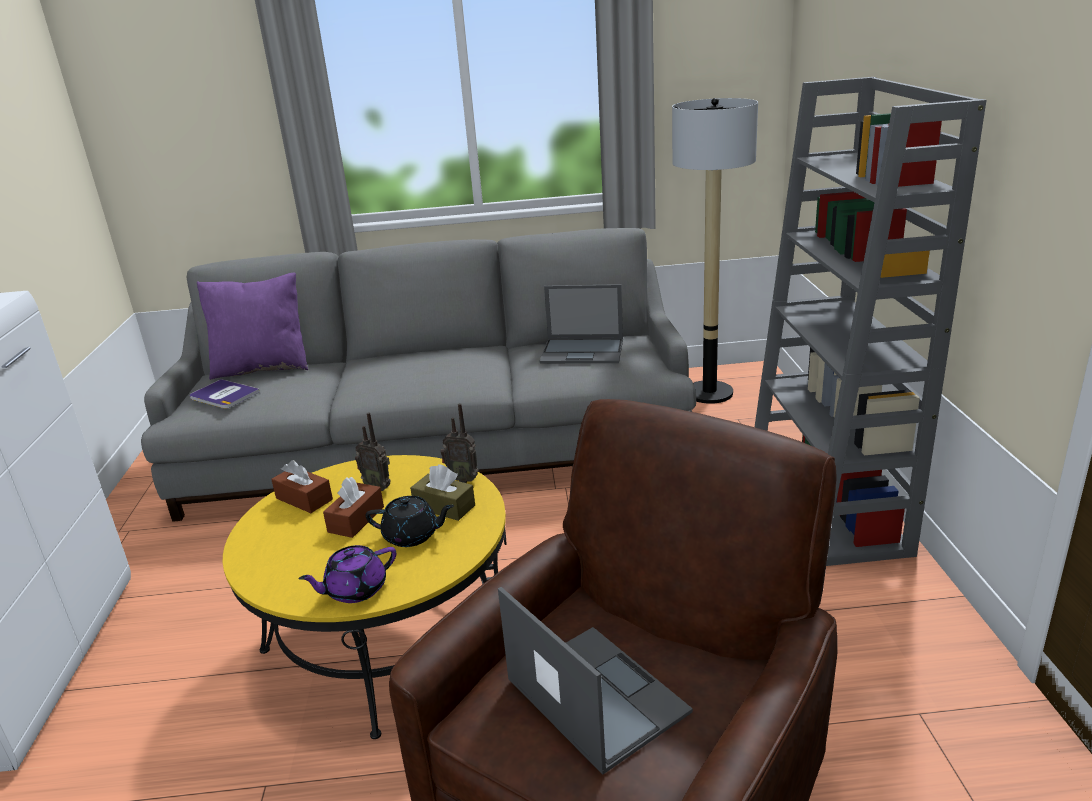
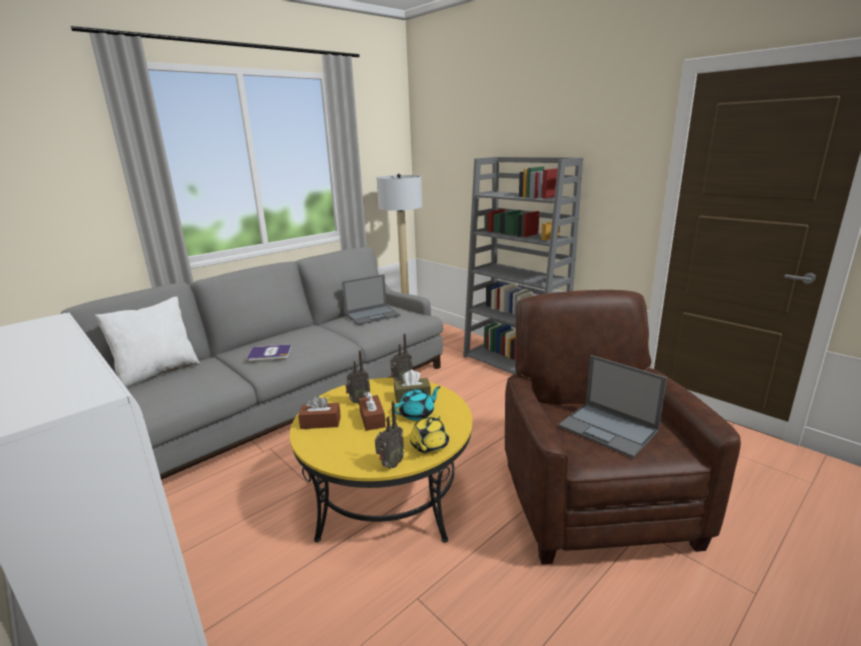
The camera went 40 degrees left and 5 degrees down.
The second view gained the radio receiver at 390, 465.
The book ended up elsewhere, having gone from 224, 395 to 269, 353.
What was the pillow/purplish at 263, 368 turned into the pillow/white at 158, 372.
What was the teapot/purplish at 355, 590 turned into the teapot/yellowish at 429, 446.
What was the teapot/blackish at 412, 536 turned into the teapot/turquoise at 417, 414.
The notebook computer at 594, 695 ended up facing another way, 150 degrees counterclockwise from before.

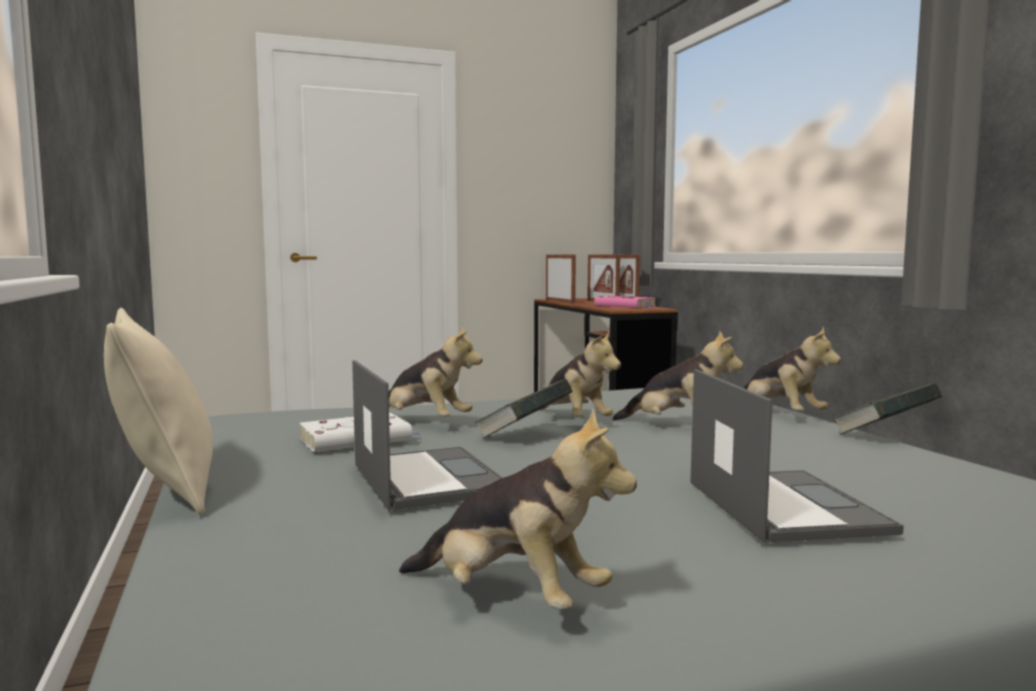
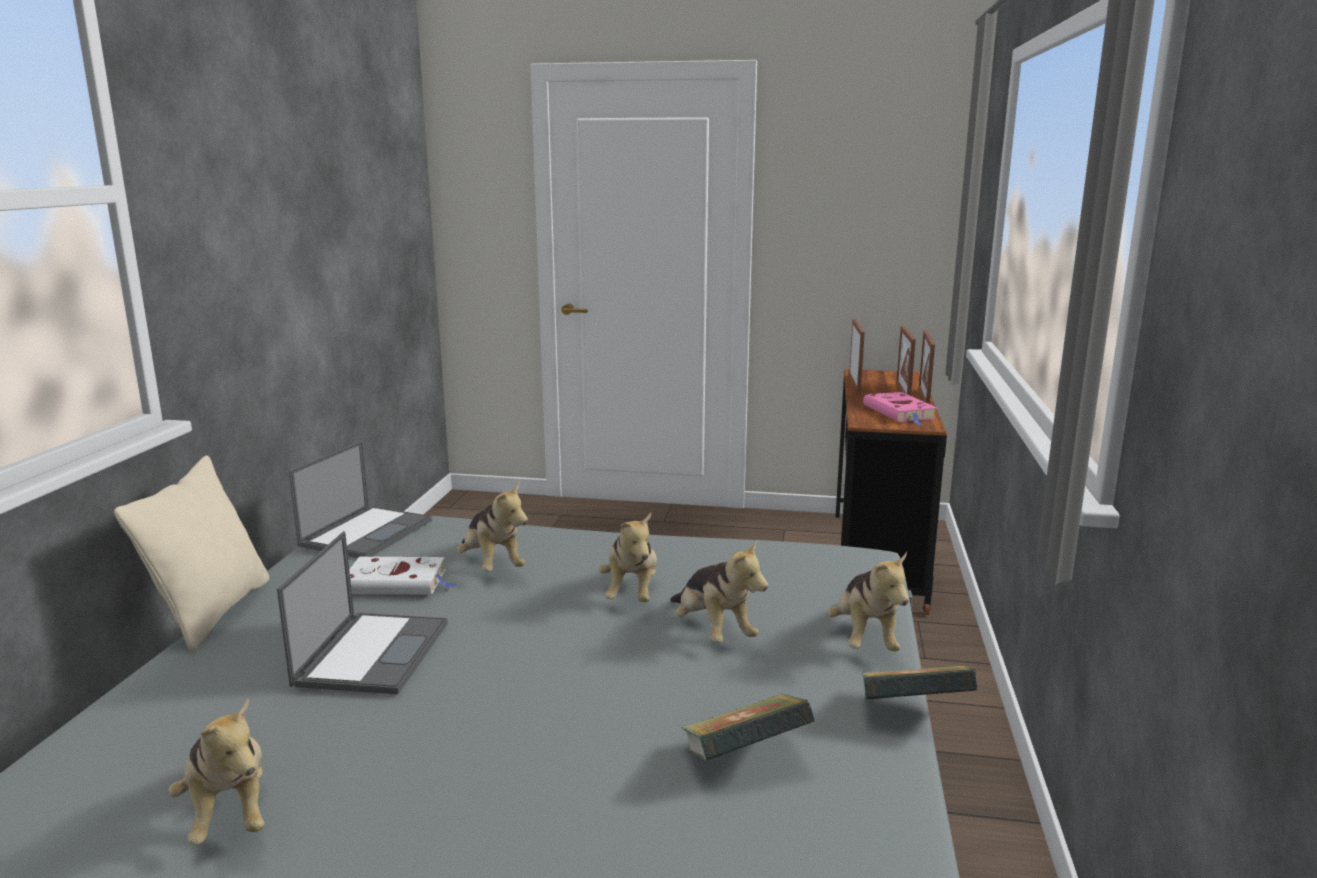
The camera went 30 degrees right and 10 degrees up.
The book ended up elsewhere, having gone from 523, 435 to 745, 759.
The notebook computer ended up elsewhere, having gone from 782, 505 to 367, 532.

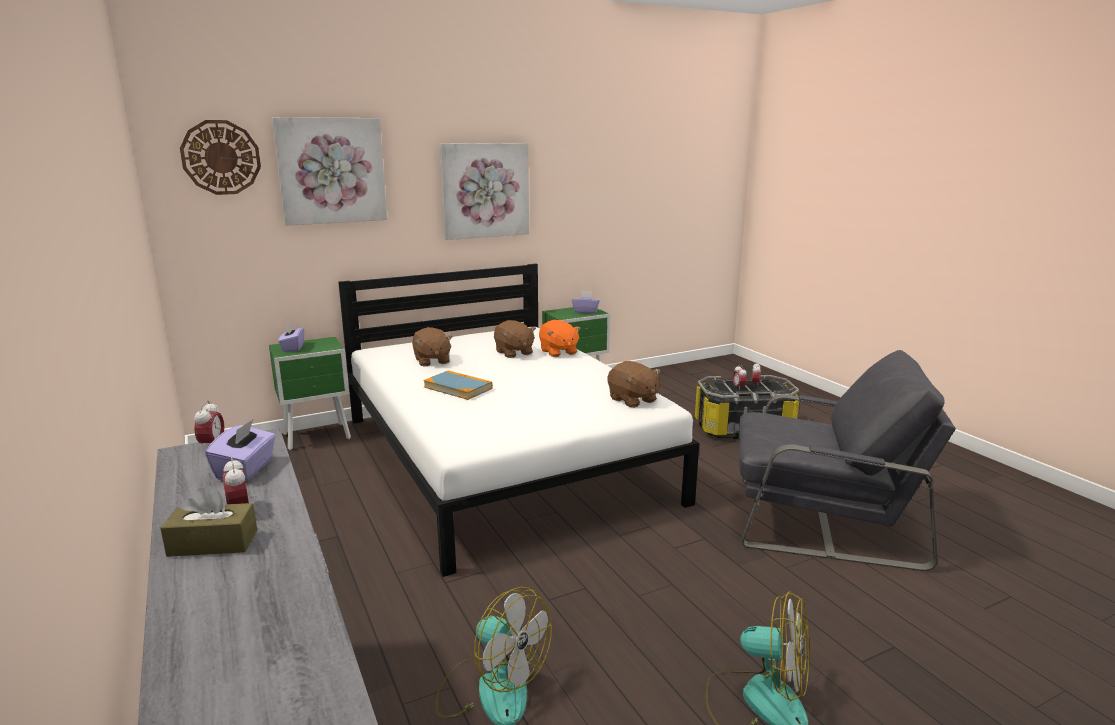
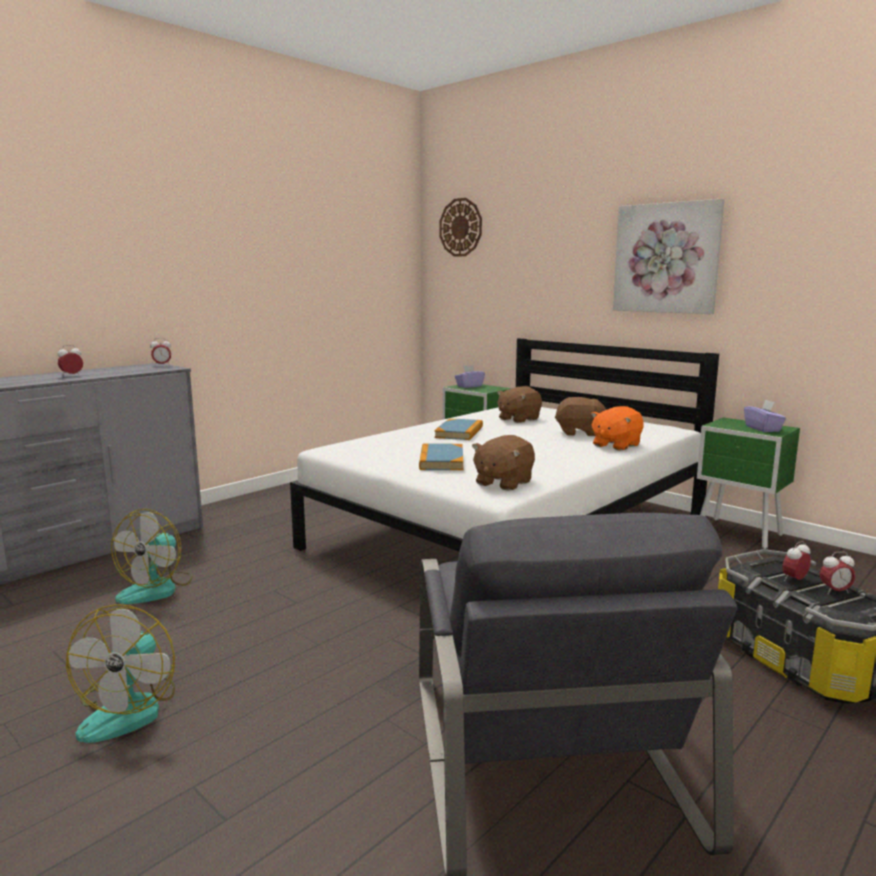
The camera went 70 degrees right and 5 degrees down.
The second view lost the box of tissues/brownish at 213, 543.
The second view lost the box of tissues/purplish at 246, 469.
The second view lost the picture at 331, 171.
The second view gained the book at 441, 460.
The plush toy/brownish at 513, 353 ended up facing another way, 120 degrees counterclockwise from before.

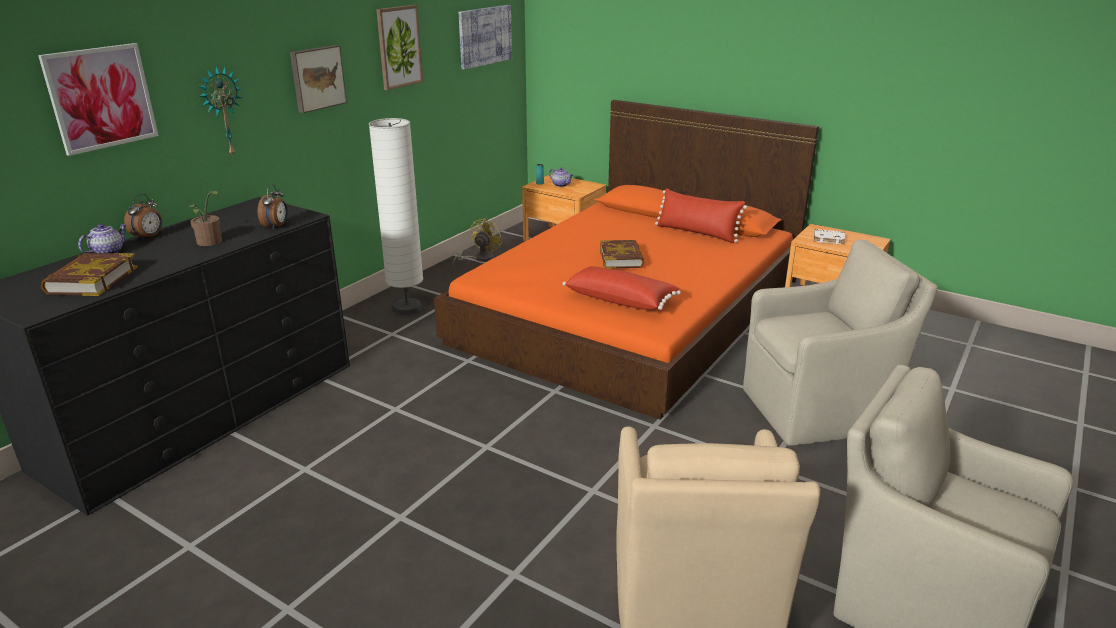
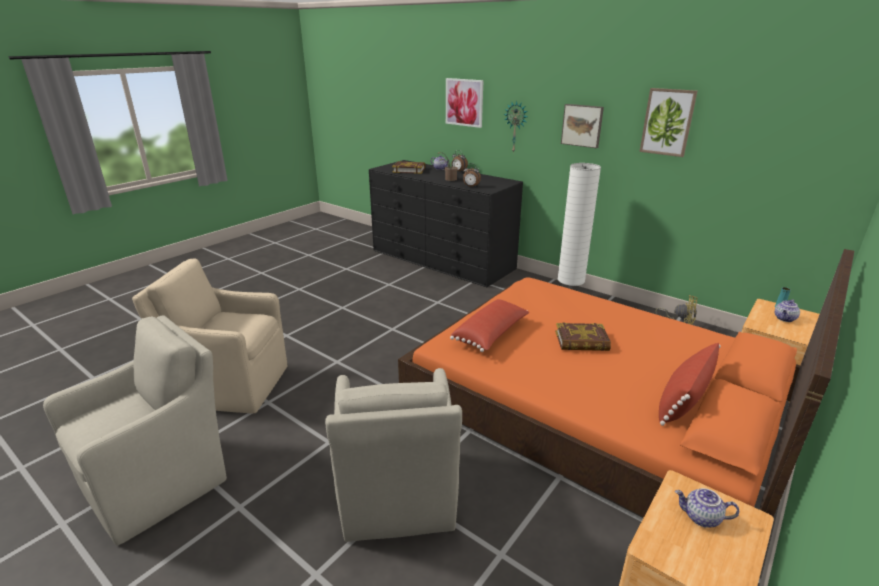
The camera went 95 degrees right and 0 degrees up.
The second view lost the picture at 485, 36.
Where the book/white stood at 829, 239, the teapot came to stand at 701, 518.

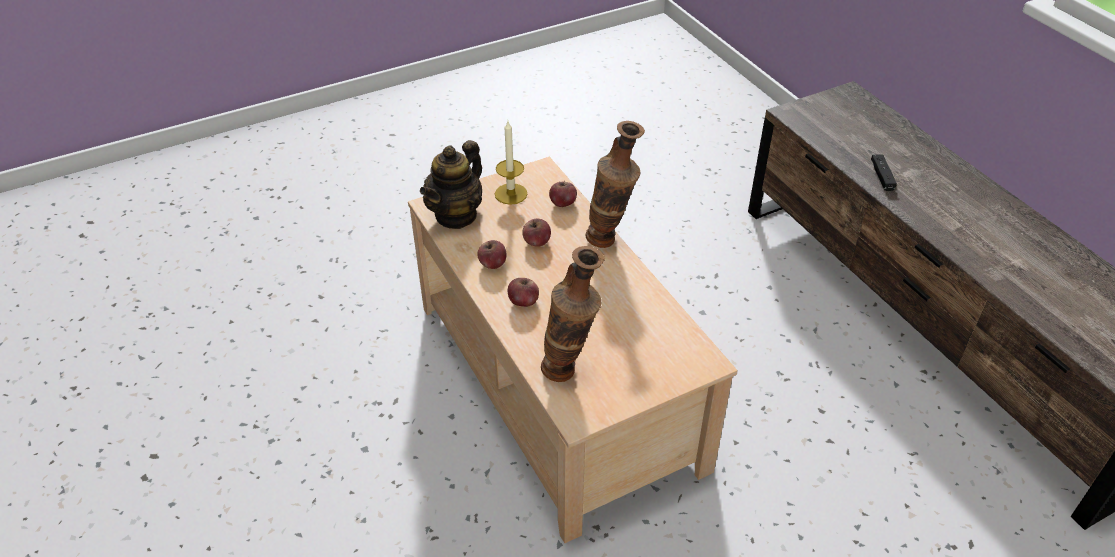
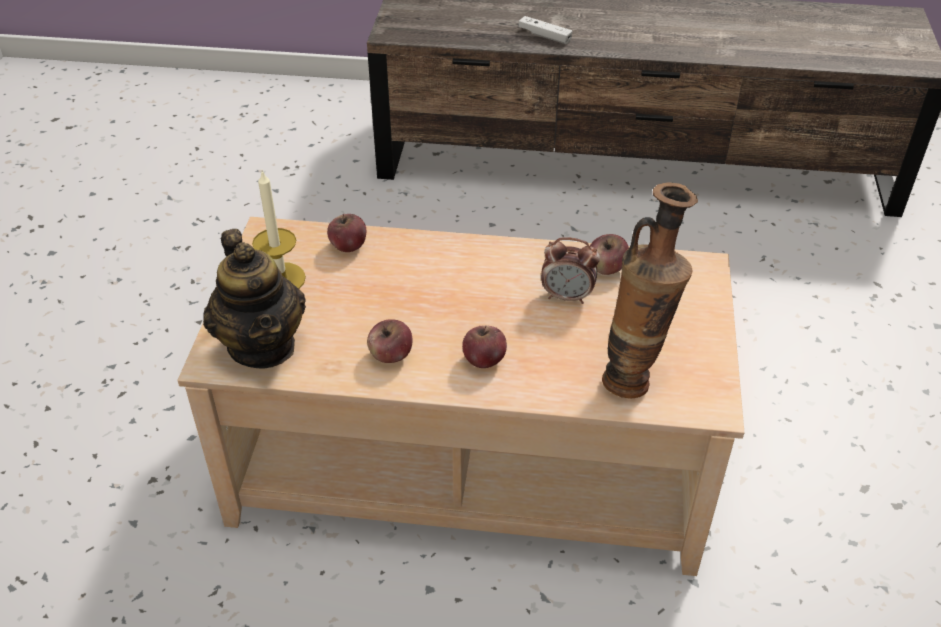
The camera went 55 degrees left and 0 degrees up.
The second view lost the flower vase at 610, 241.
The second view gained the bedside clock at 567, 296.
The apple fruit ended up elsewhere, having gone from 536, 242 to 606, 268.
What was the gamepad/blackish at 882, 176 turned into the gamepad/white at 544, 36.

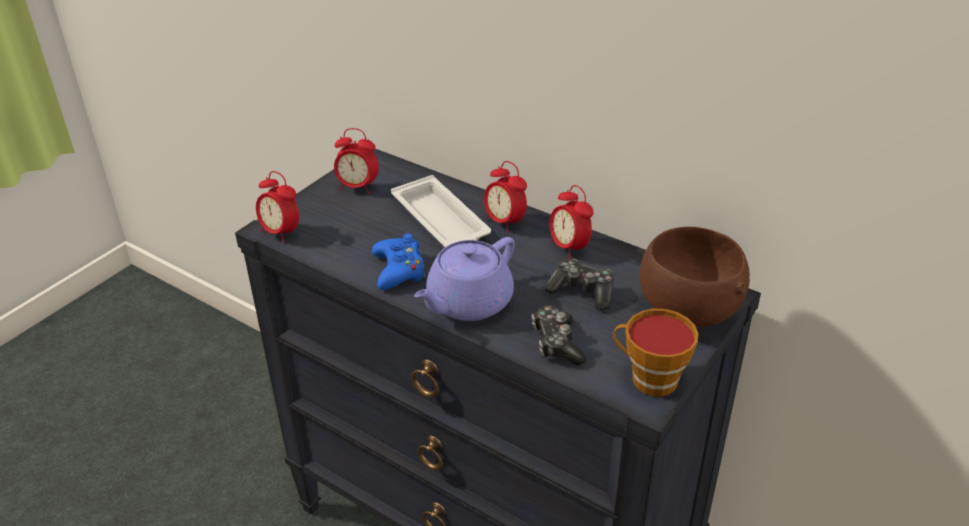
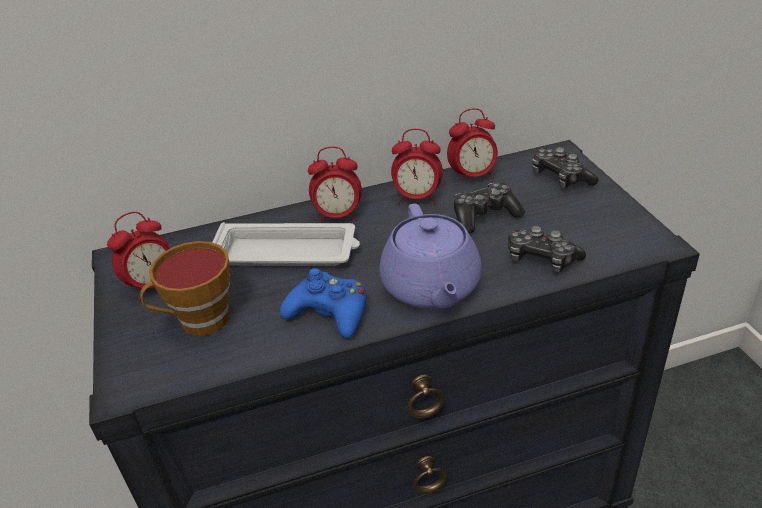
The camera went 50 degrees left and 0 degrees up.
The bedside clock ended up elsewhere, having gone from 281, 233 to 473, 177.
The drinking cup ended up elsewhere, having gone from 648, 379 to 199, 322.
Where the serving bowl/brownish stood at 686, 310, the gamepad came to stand at 560, 177.

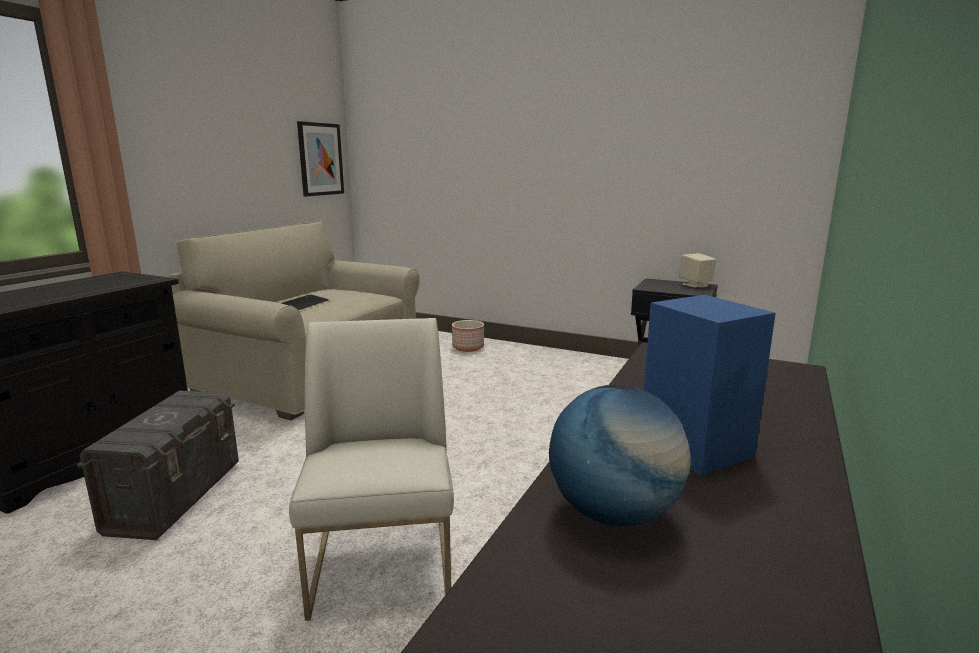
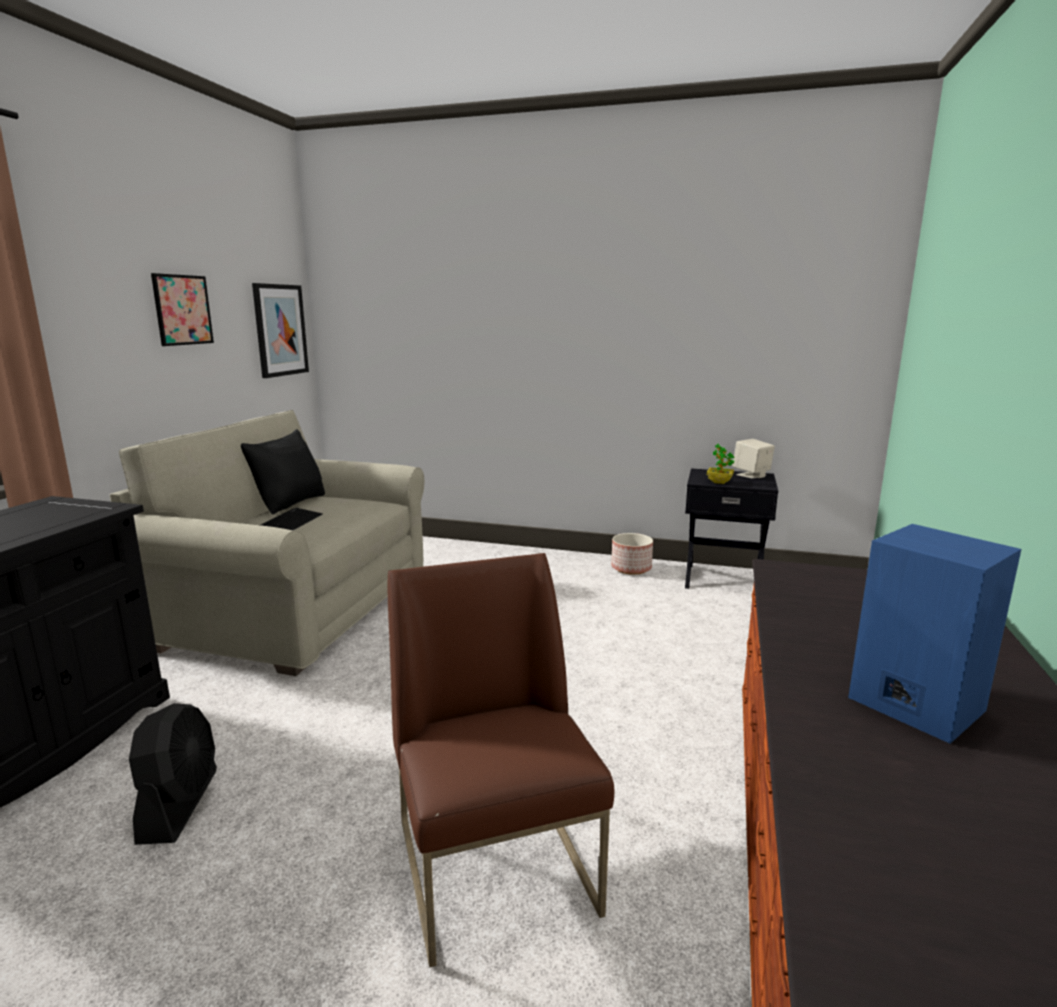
The camera went 10 degrees left and 0 degrees up.
The second view lost the globe at 613, 513.
The second view gained the picture at 182, 310.
The second view gained the pillow/blackish at 290, 503.
The second view gained the houseplant at 719, 482.
The plant pot ended up elsewhere, having gone from 468, 347 to 631, 568.
Where the storage bin/gray stood at 176, 496, the cooling fan/blackish came to stand at 179, 805.
What was the upright chair/white at 384, 562 turned into the upright chair/brownish at 497, 867.

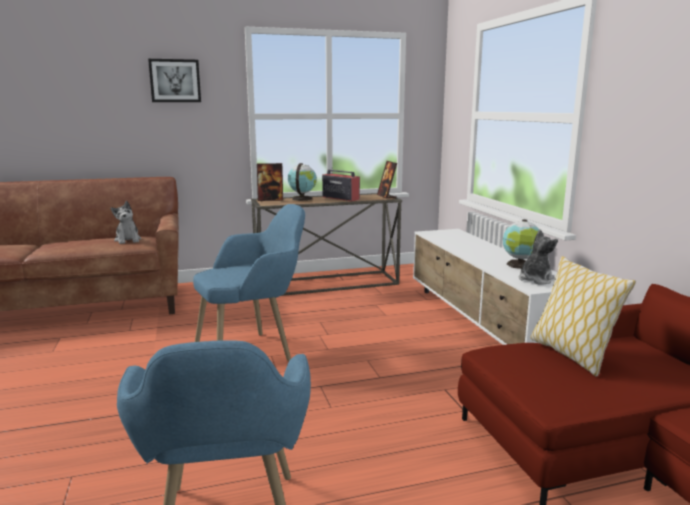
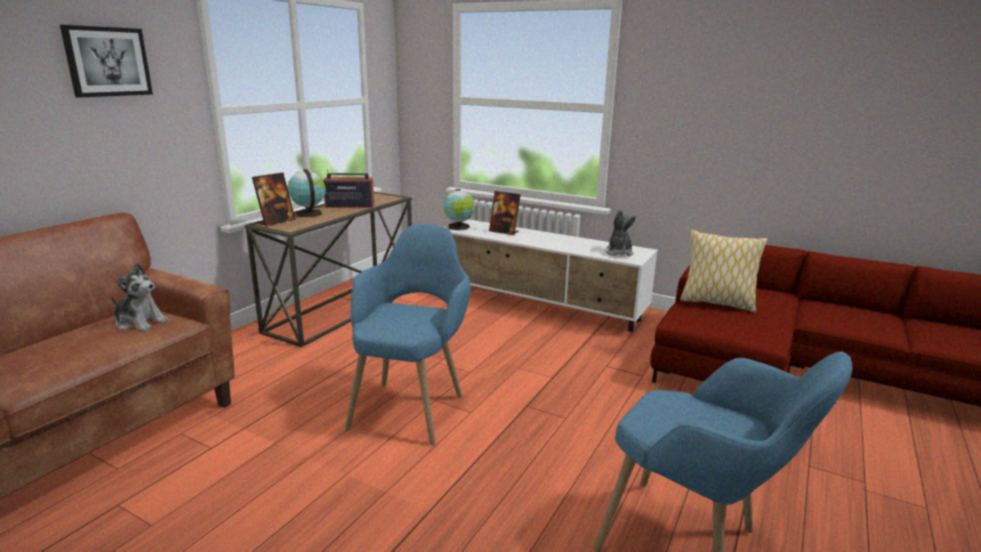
The camera went 45 degrees left and 5 degrees up.
The photo frame ended up elsewhere, having gone from 386, 196 to 504, 232.
The globe ended up elsewhere, having gone from 520, 265 to 459, 227.

